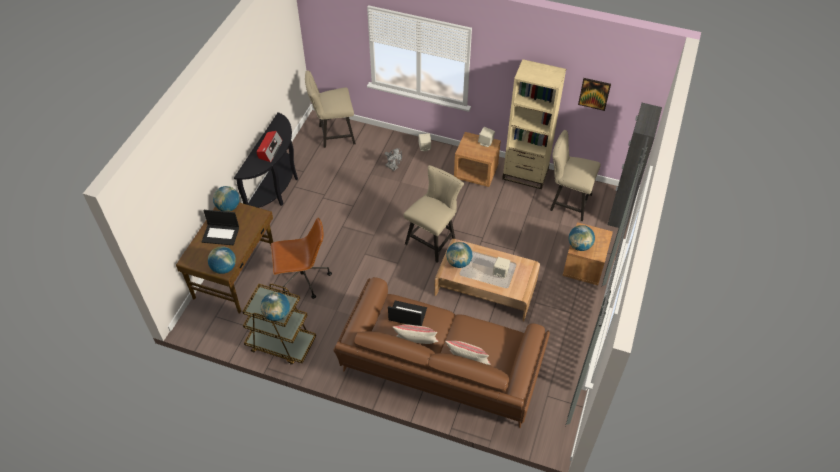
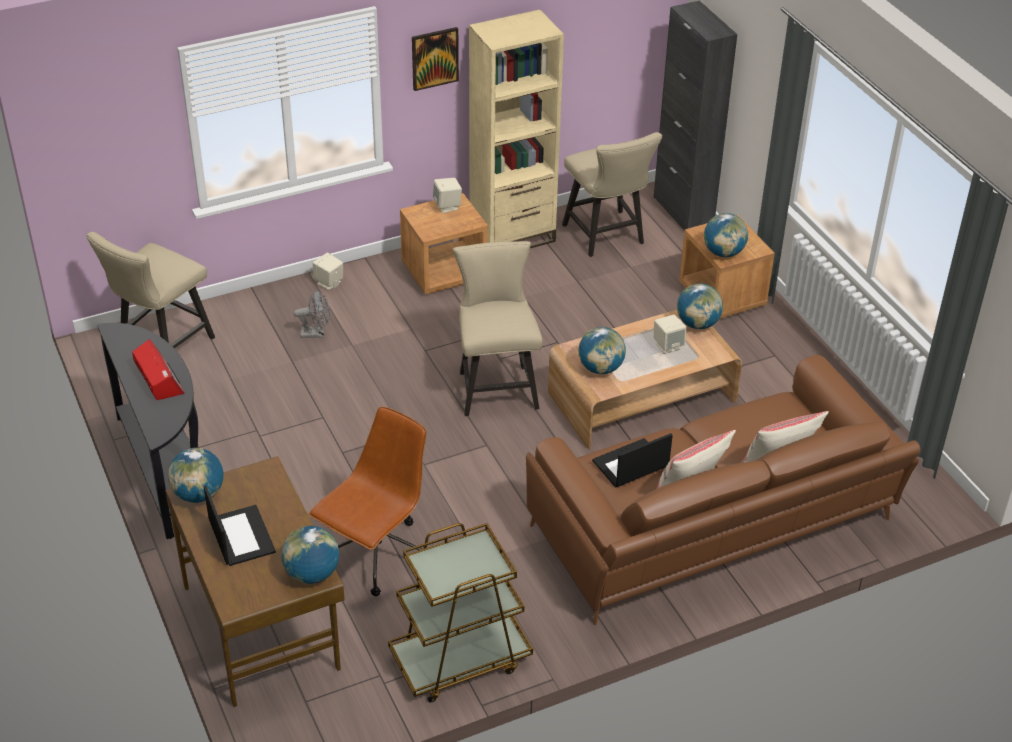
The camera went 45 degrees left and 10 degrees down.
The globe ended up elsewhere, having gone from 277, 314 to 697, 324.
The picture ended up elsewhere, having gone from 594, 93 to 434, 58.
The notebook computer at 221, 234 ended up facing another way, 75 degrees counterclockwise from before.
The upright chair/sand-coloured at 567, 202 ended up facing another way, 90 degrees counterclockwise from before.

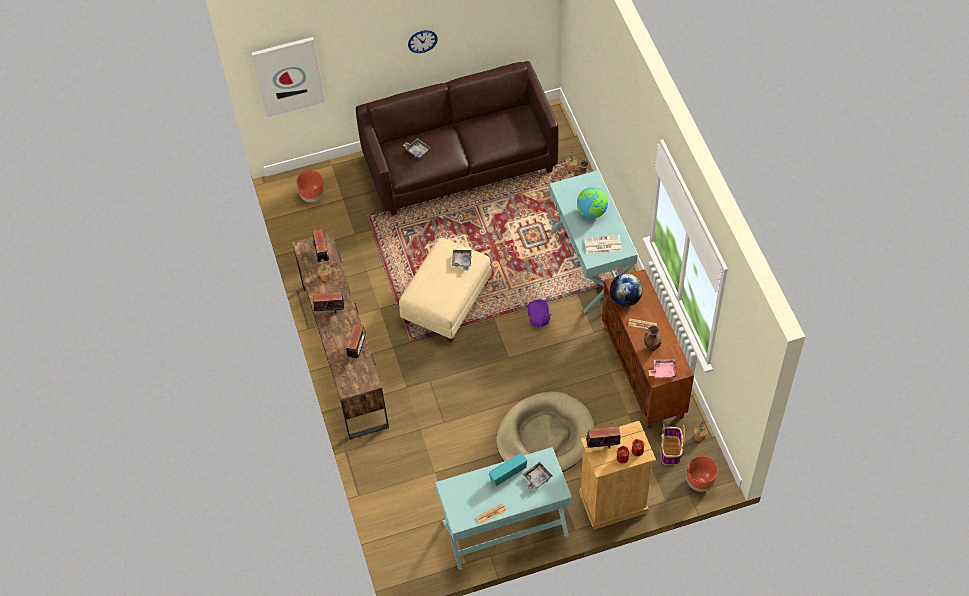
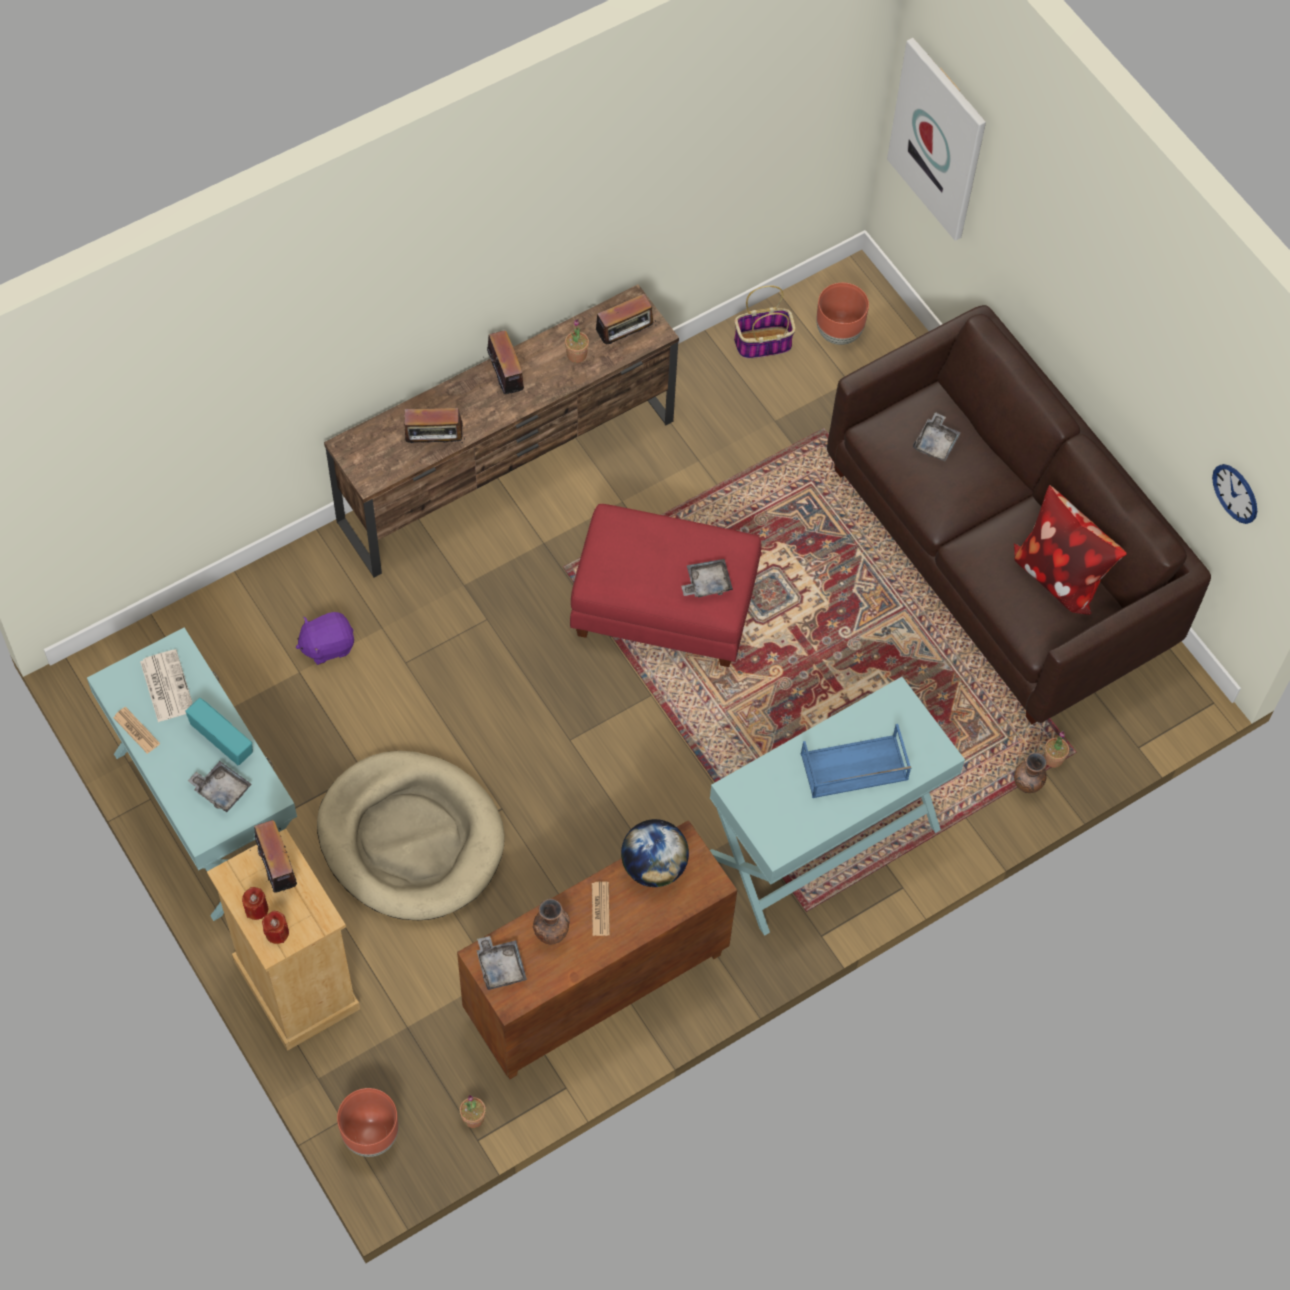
The camera went 70 degrees right and 5 degrees up.
The second view gained the pillow at 1059, 574.
The clock on the wall ended up elsewhere, having gone from 422, 41 to 1235, 493.
The plush toy/purplish ended up elsewhere, having gone from 538, 318 to 327, 645.
The newspaper ended up elsewhere, having gone from 602, 245 to 166, 685.
The basket ended up elsewhere, having gone from 671, 451 to 762, 344.
Where the globe stood at 592, 212, the carrying tray/bluish came to stand at 853, 768.
What was the footrest/sand-coloured at 446, 302 turned into the footrest/red at 665, 607.
What was the carrying tray/pinkish at 663, 371 turned into the carrying tray/gray at 500, 966.

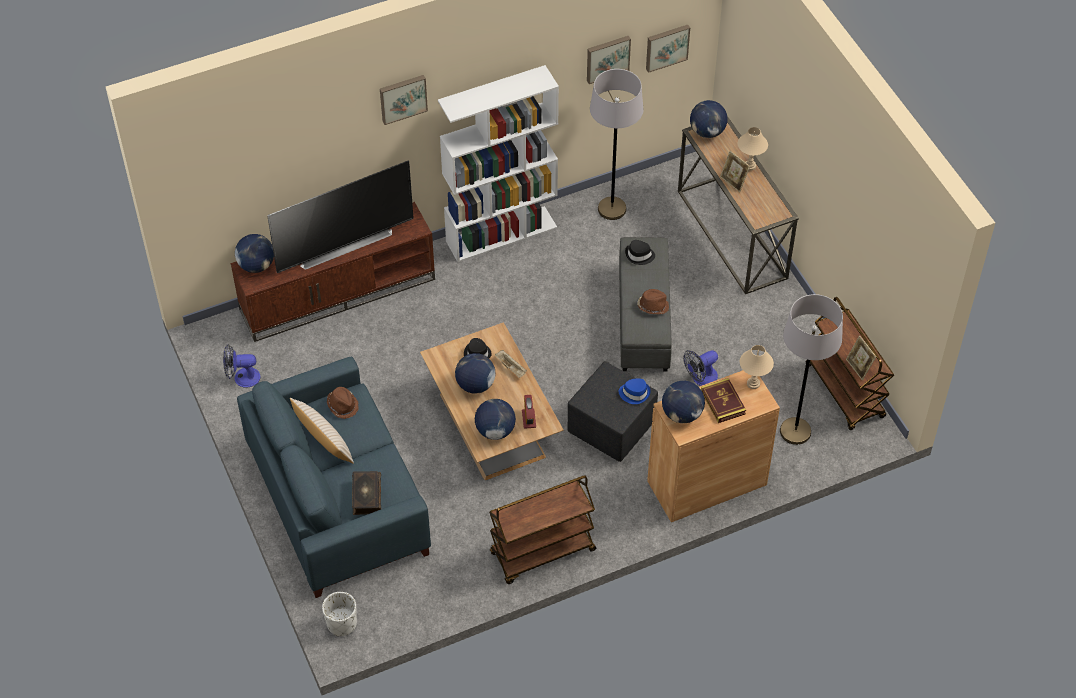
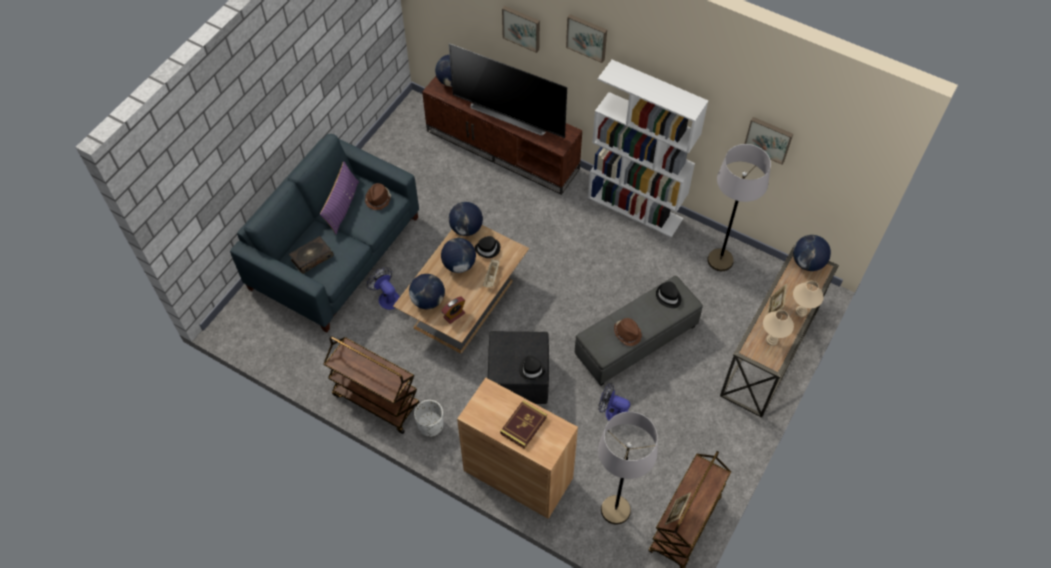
The camera went 55 degrees right and 5 degrees up.
The cooling fan ended up elsewhere, having gone from 242, 377 to 386, 297.
The plant pot/white ended up elsewhere, having gone from 341, 623 to 430, 425.
The picture ended up elsewhere, having gone from 666, 46 to 522, 27.
The globe ended up elsewhere, having gone from 682, 414 to 466, 228.
The lamp for a table/sand-coloured ended up elsewhere, having gone from 753, 383 to 771, 340.
What was the pillow/sand-coloured at 323, 440 turned into the pillow/purplish at 342, 206.
What was the hat/bluish at 634, 393 turned into the hat/blackish at 531, 369.

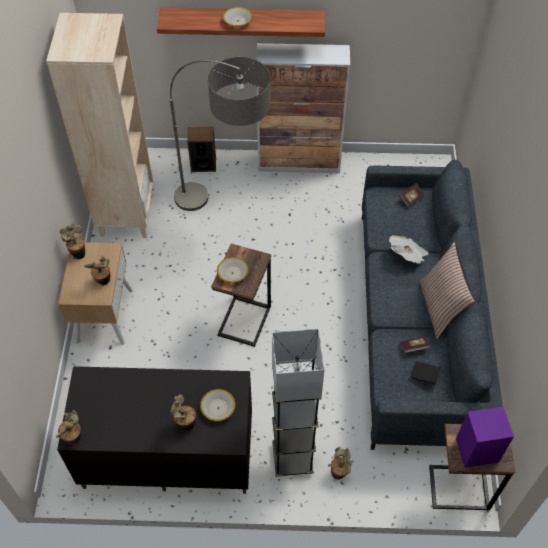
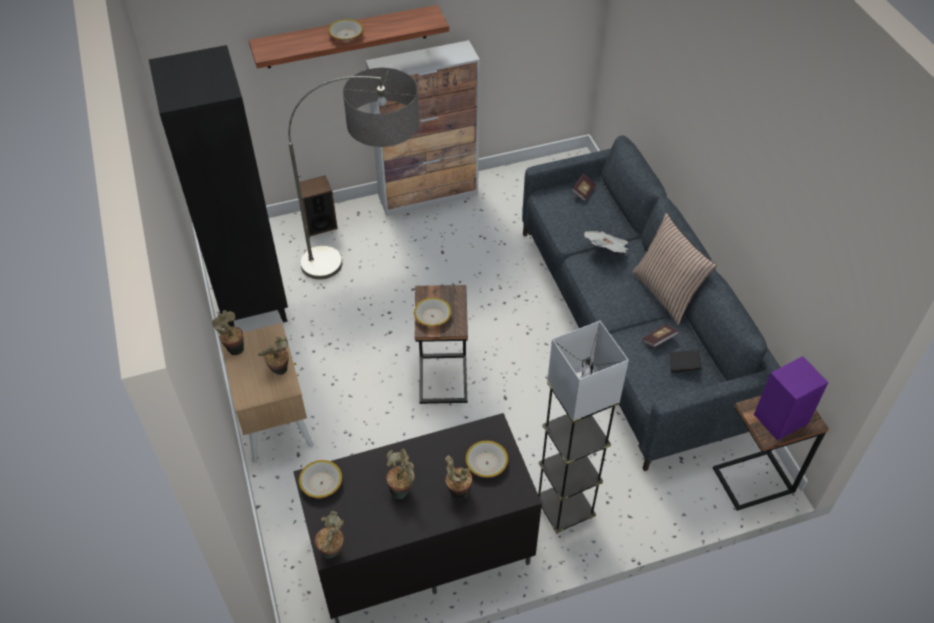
The camera went 20 degrees left and 5 degrees down.
The second view gained the serving bowl at 321, 483.
The houseplant ended up elsewhere, having gone from 340, 473 to 402, 489.
What was the shelving unit/sand-coloured at 126, 215 turned into the shelving unit/blackish at 252, 303.

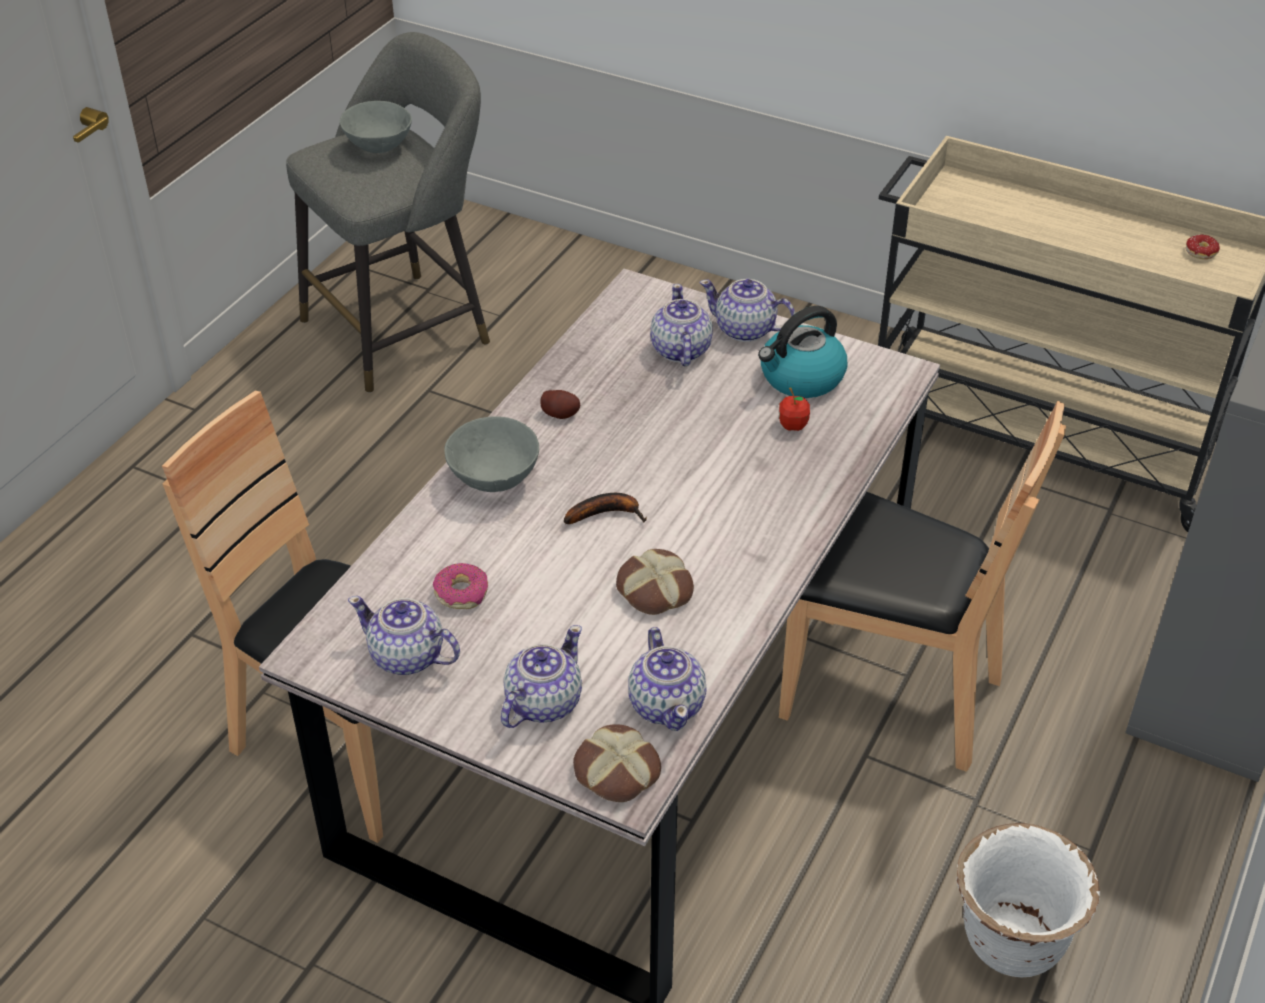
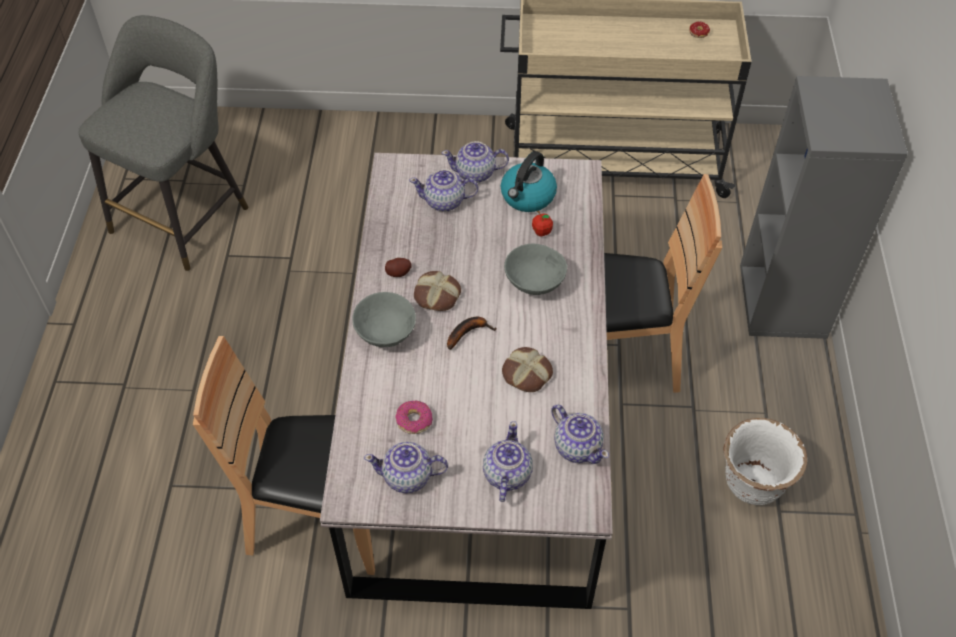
The camera went 25 degrees left and 10 degrees up.
The serving bowl/gray ended up elsewhere, having gone from 378, 148 to 534, 285.
The bakery bread ended up elsewhere, having gone from 615, 771 to 436, 296.
The teapot at 680, 350 ended up facing another way, 60 degrees counterclockwise from before.

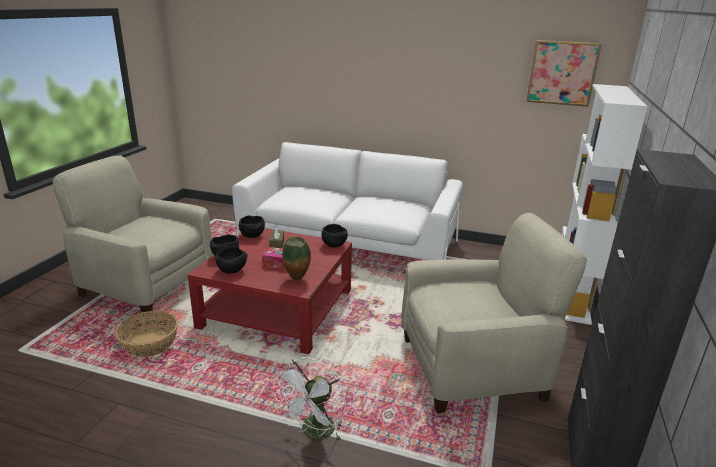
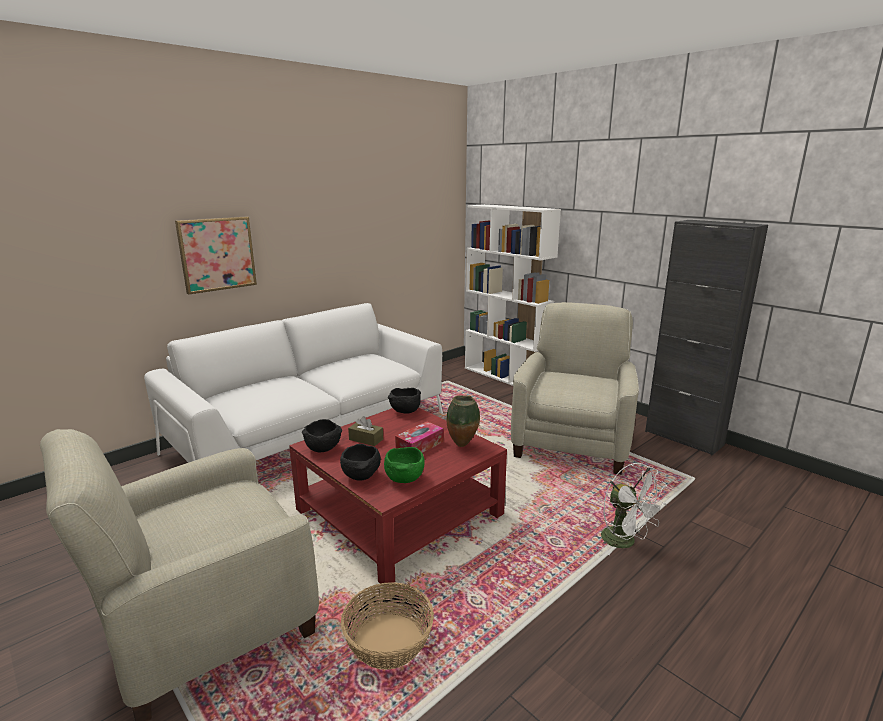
The camera went 60 degrees left and 5 degrees down.
The picture ended up elsewhere, having gone from 562, 73 to 217, 254.
What was the serving bowl/blackish at 232, 270 turned into the serving bowl/green at 404, 478.

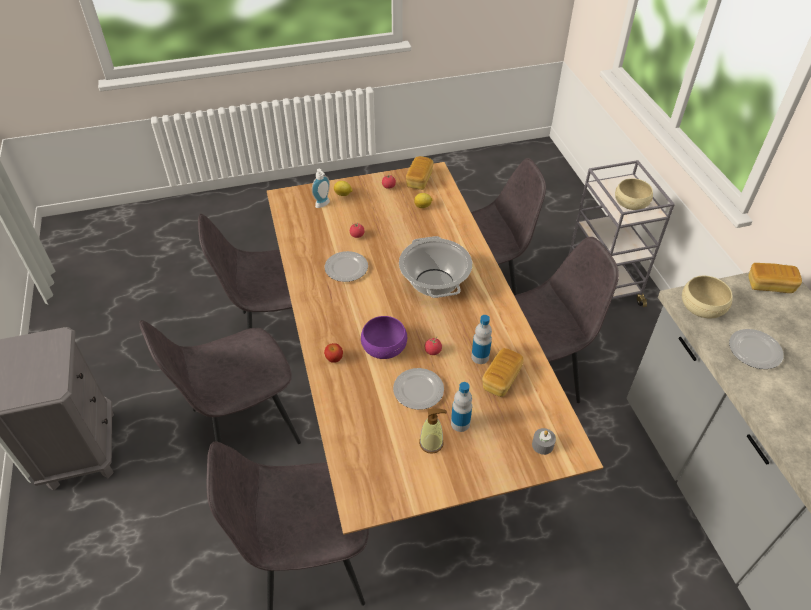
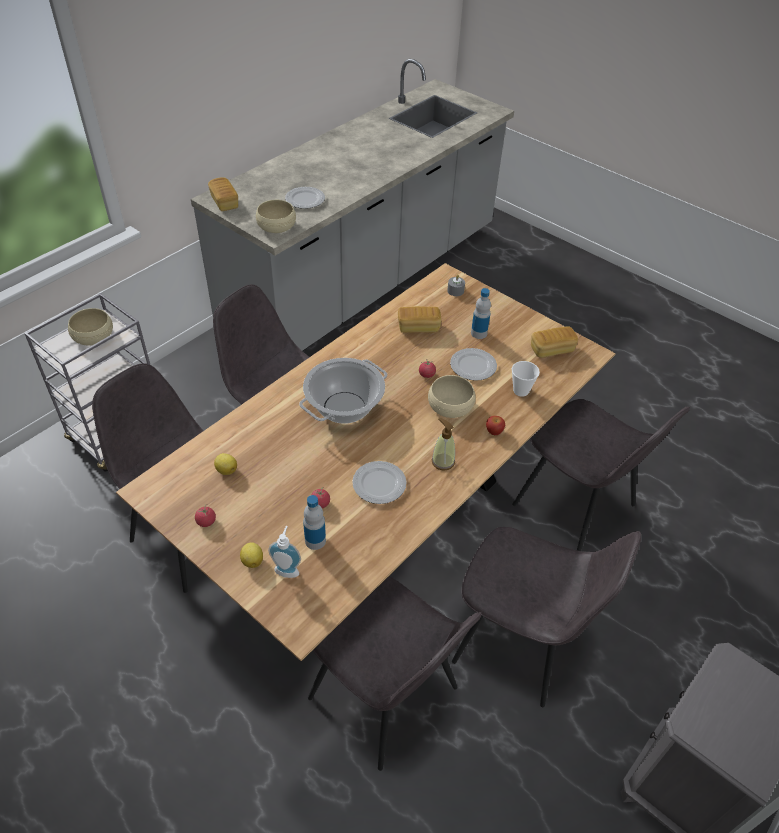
The camera went 125 degrees left and 0 degrees up.
The second view gained the drinking cup at 521, 391.
The bakery bread ended up elsewhere, having gone from 419, 180 to 551, 349.
The liquid soap bottle ended up elsewhere, having gone from 431, 443 to 443, 461.
The beverage bottle ended up elsewhere, having gone from 480, 357 to 315, 540.
What was the serving bowl/purplish at 384, 346 turned into the serving bowl/sand-coloured at 450, 406.

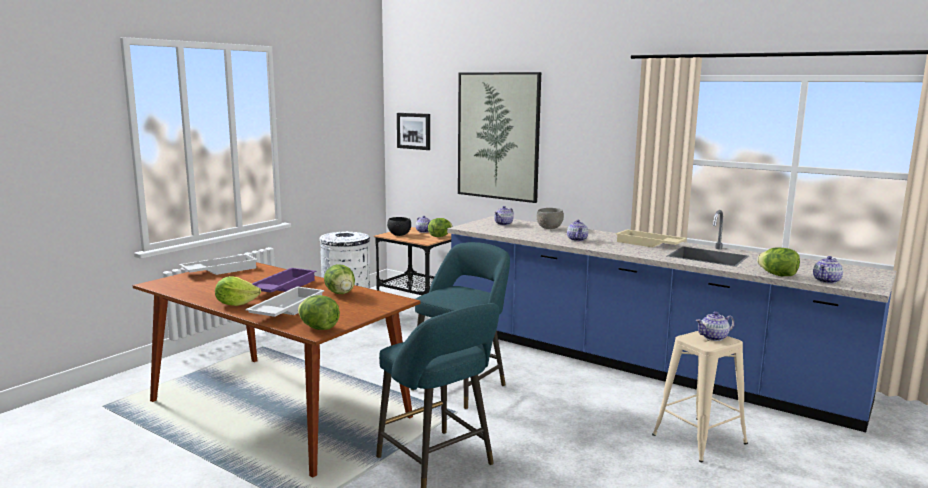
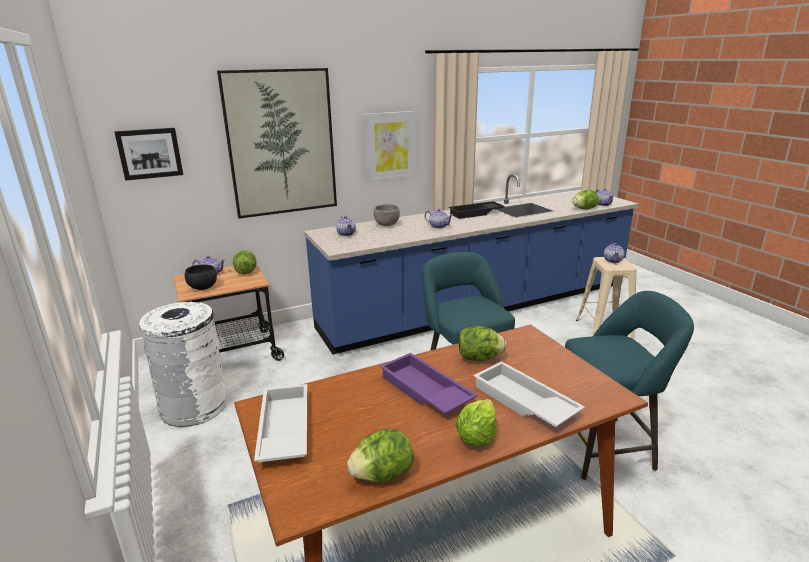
The camera went 60 degrees left and 10 degrees up.
The second view gained the picture at 390, 146.
The head of lettuce ended up elsewhere, having gone from 318, 328 to 382, 475.
What was the carrying tray/sand-coloured at 648, 244 turned into the carrying tray/blackish at 476, 213.

